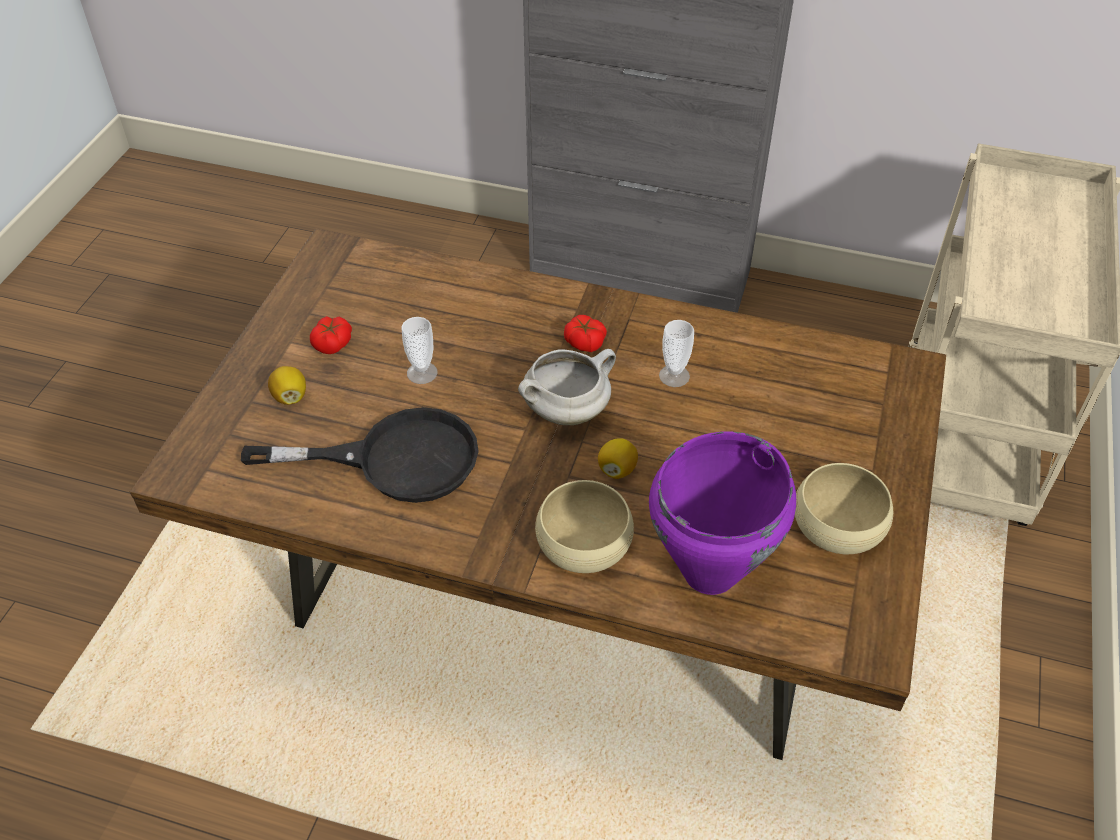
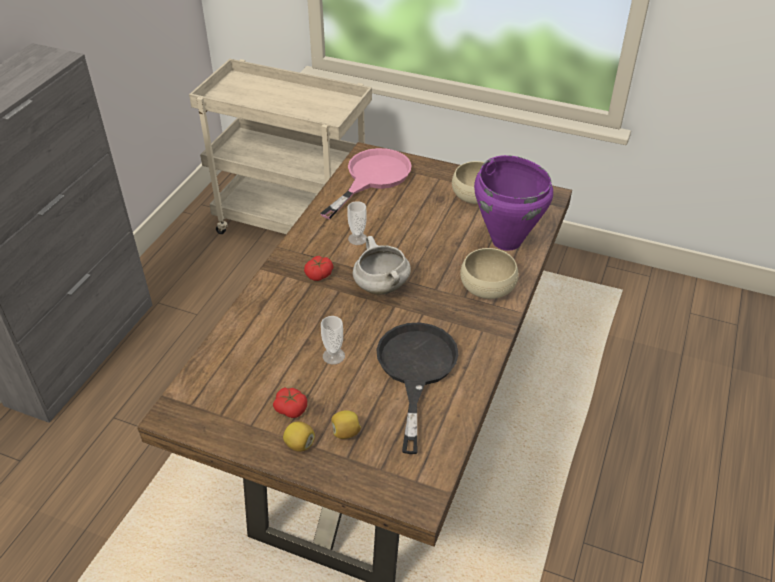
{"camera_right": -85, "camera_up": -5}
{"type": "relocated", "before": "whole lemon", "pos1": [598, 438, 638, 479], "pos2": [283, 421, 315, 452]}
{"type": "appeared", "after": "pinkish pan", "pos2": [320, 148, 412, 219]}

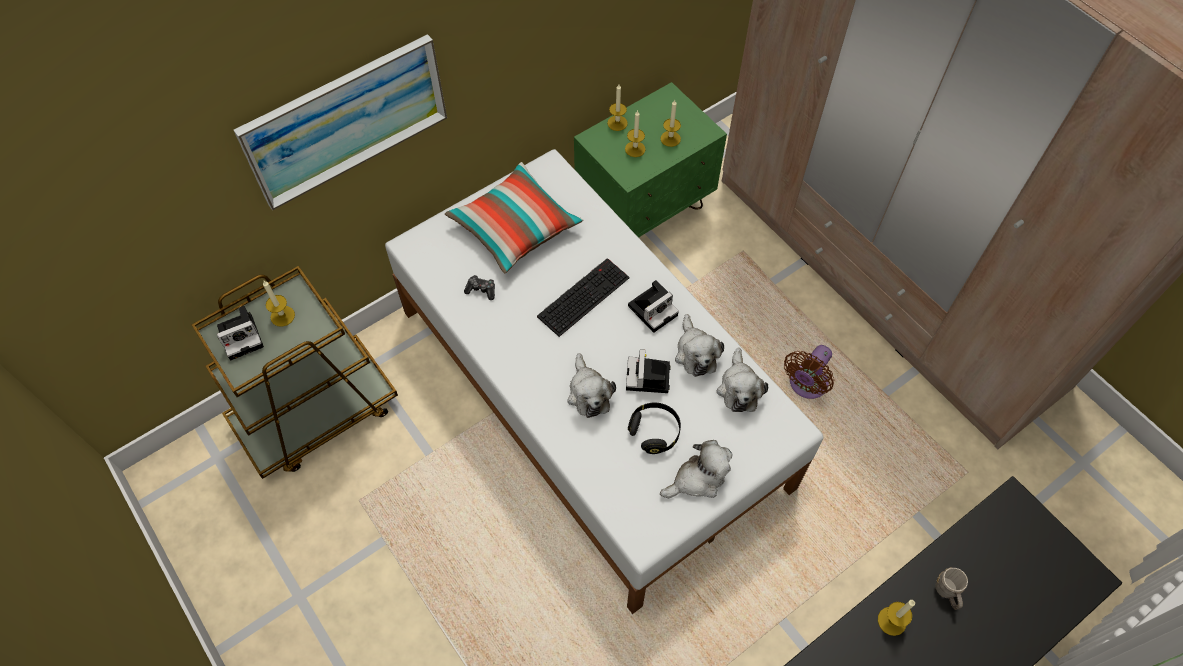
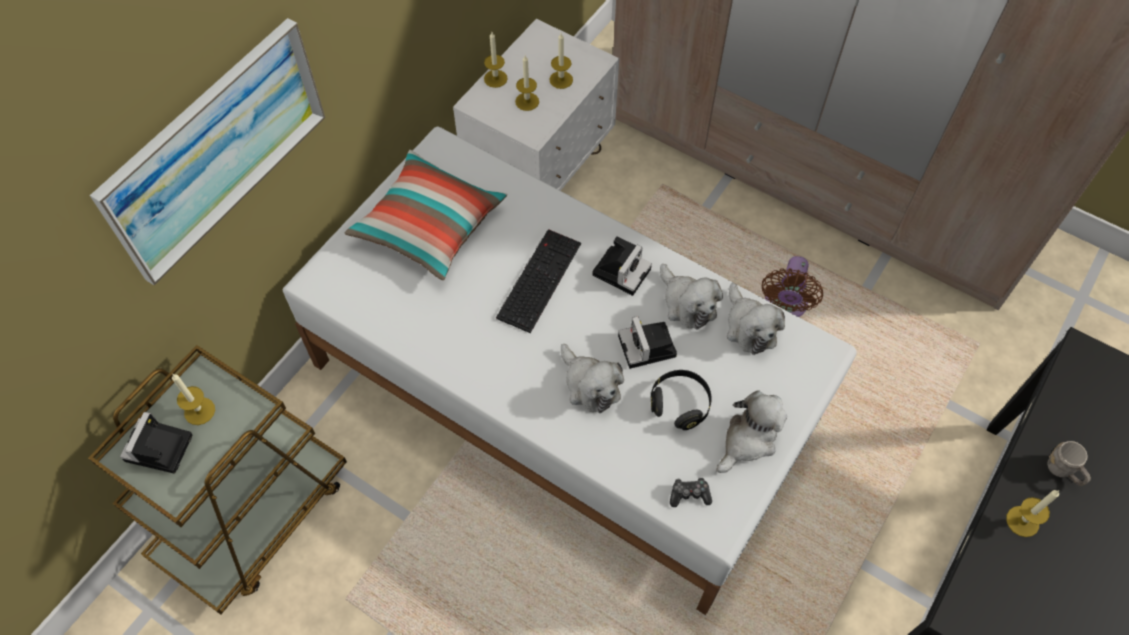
{"camera_right": -20, "camera_up": 0}
{"type": "colour", "before": "green night table", "after": "whitish night table", "pos1": [574, 82, 727, 238], "pos2": [453, 19, 619, 191]}
{"type": "relocated", "before": "joypad", "pos1": [464, 275, 495, 300], "pos2": [670, 477, 712, 507]}
{"type": "spun", "before": "still camera", "pos1": [217, 306, 264, 360], "pos2": [120, 412, 193, 474], "turn": 150}

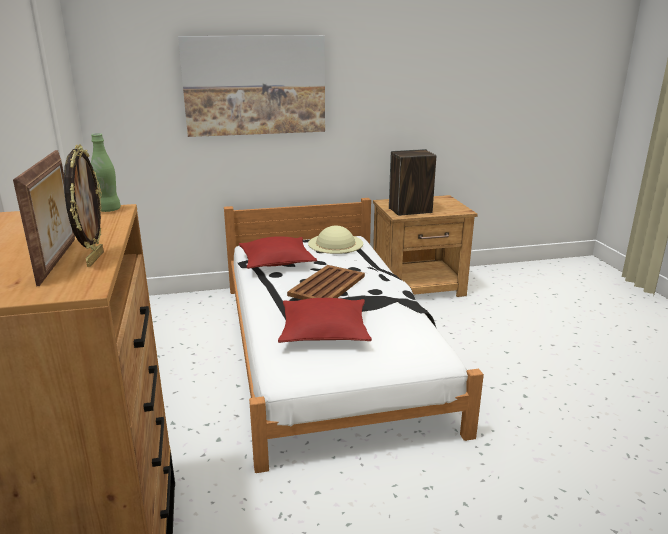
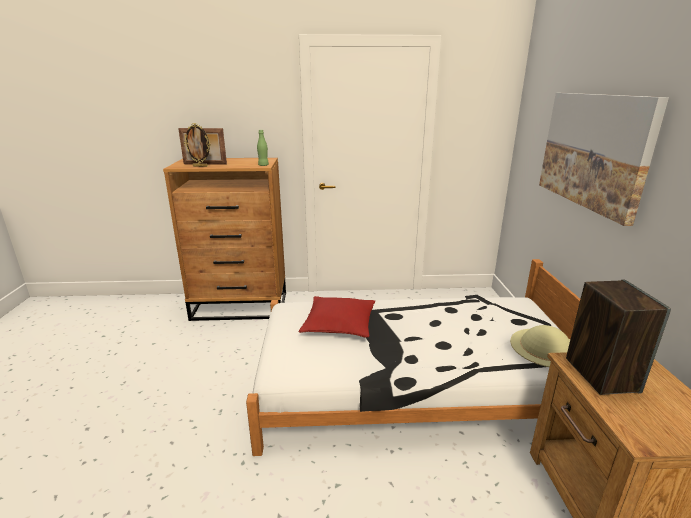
{"camera_right": 100, "camera_up": 0}
{"type": "missing", "before": "red throw pillow", "pos1": [239, 236, 317, 269]}
{"type": "missing", "before": "brown-coloured tray", "pos1": [287, 265, 365, 300]}

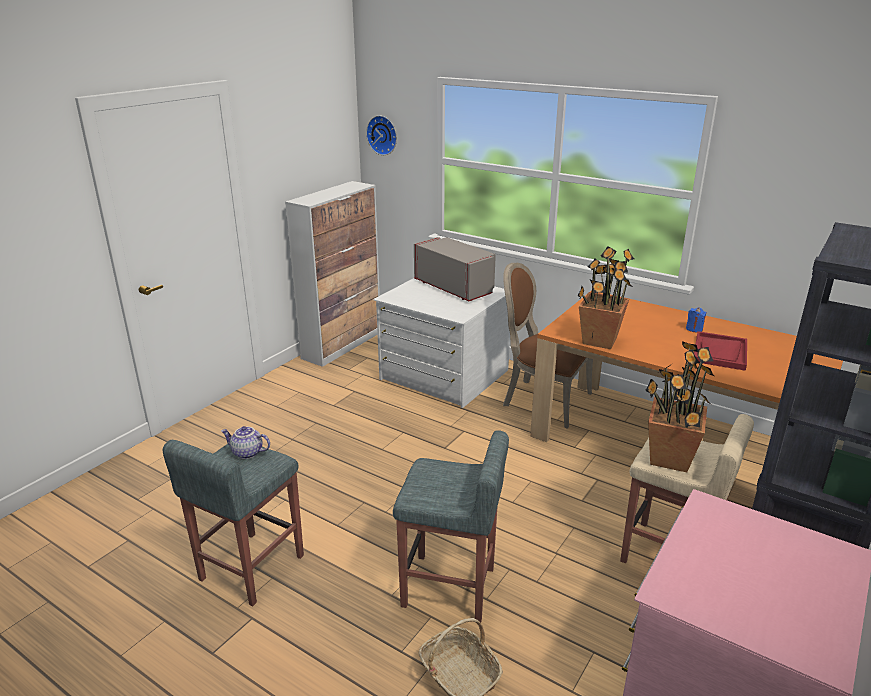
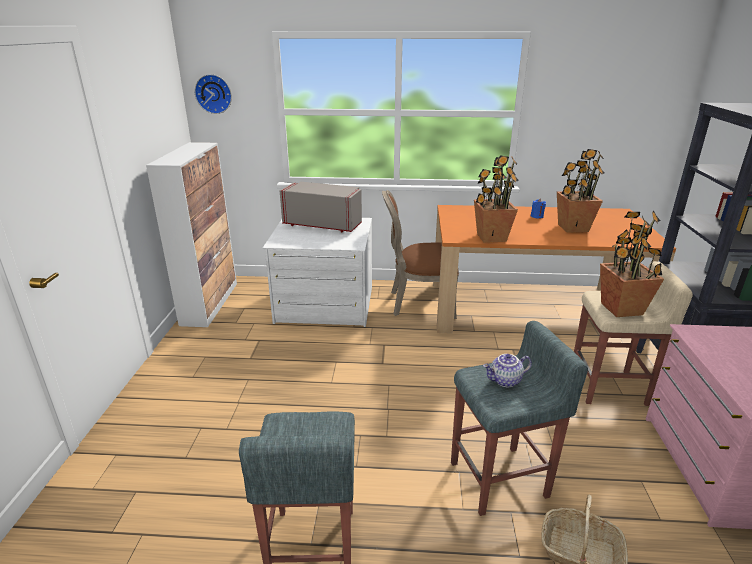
{"camera_right": -30, "camera_up": 0}
{"type": "exchanged", "before": "red tray", "after": "potted plant", "pos1": [694, 331, 747, 371], "pos2": [557, 149, 604, 233]}
{"type": "relocated", "before": "pot for tea", "pos1": [221, 426, 270, 459], "pos2": [483, 354, 532, 387]}

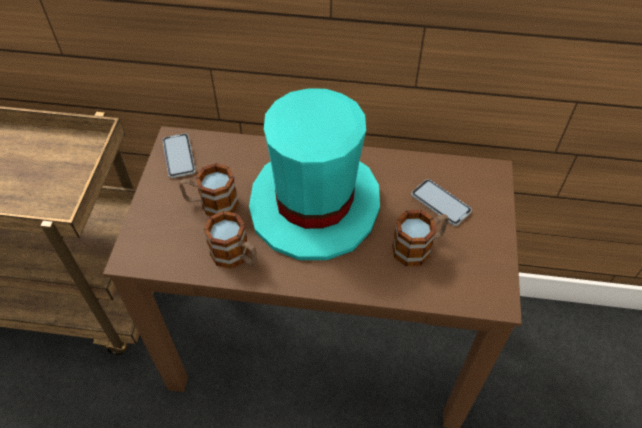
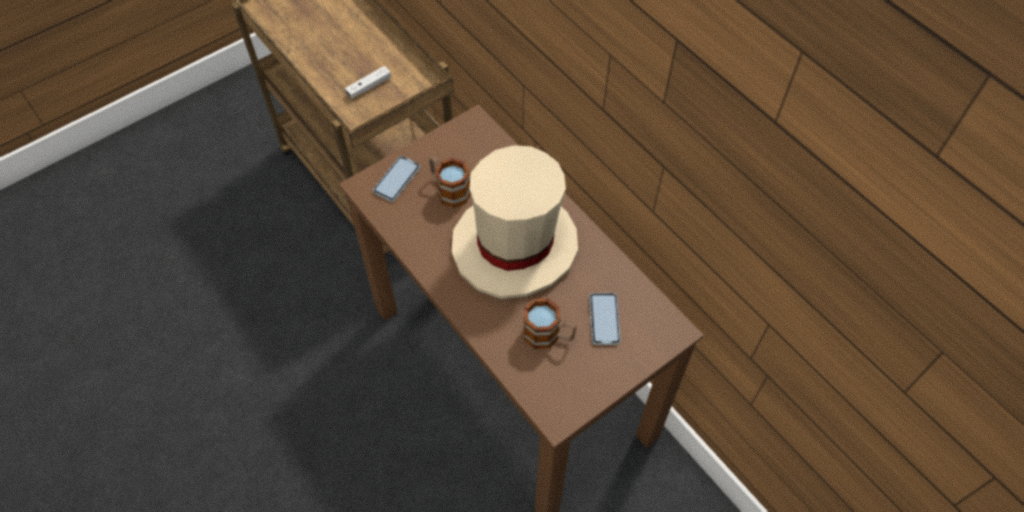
{"camera_right": 45, "camera_up": 5}
{"type": "colour", "before": "turquoise-coloured clothing hat", "after": "sand-coloured clothing hat", "pos1": [249, 88, 380, 260], "pos2": [452, 145, 578, 300]}
{"type": "relocated", "before": "telephone", "pos1": [162, 133, 196, 178], "pos2": [373, 156, 420, 202]}
{"type": "missing", "before": "mug", "pos1": [204, 211, 257, 269]}
{"type": "appeared", "after": "whitish joypad", "pos2": [345, 66, 391, 98]}

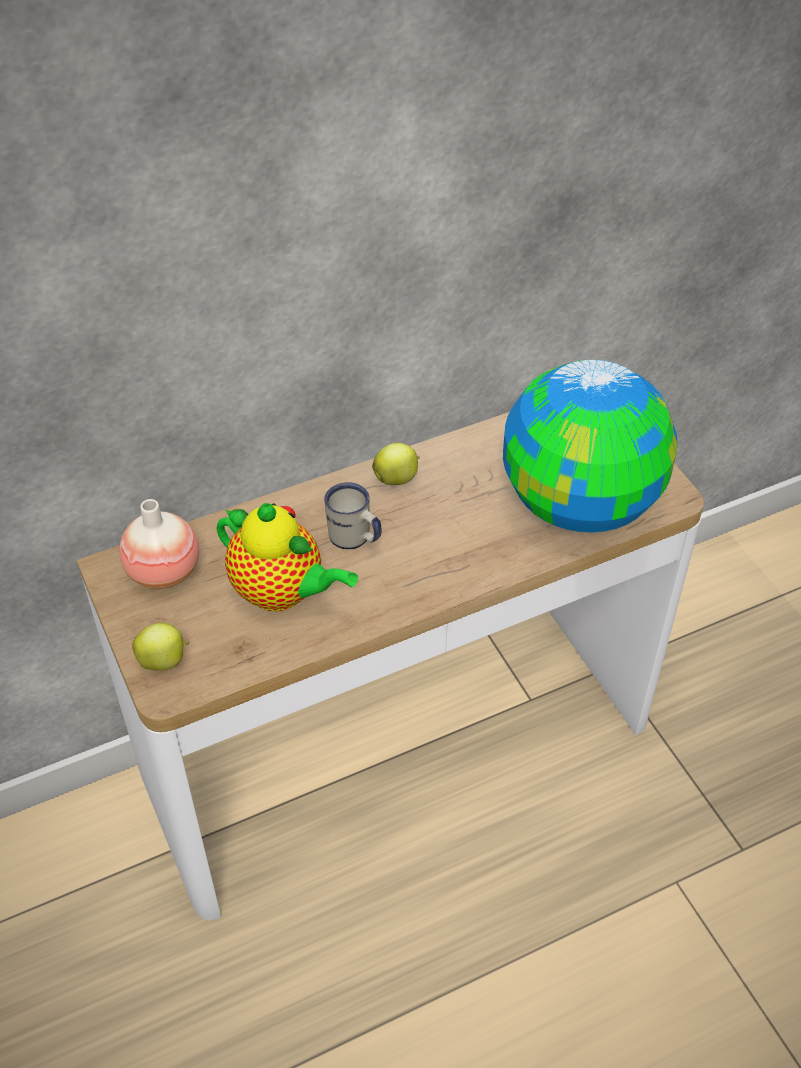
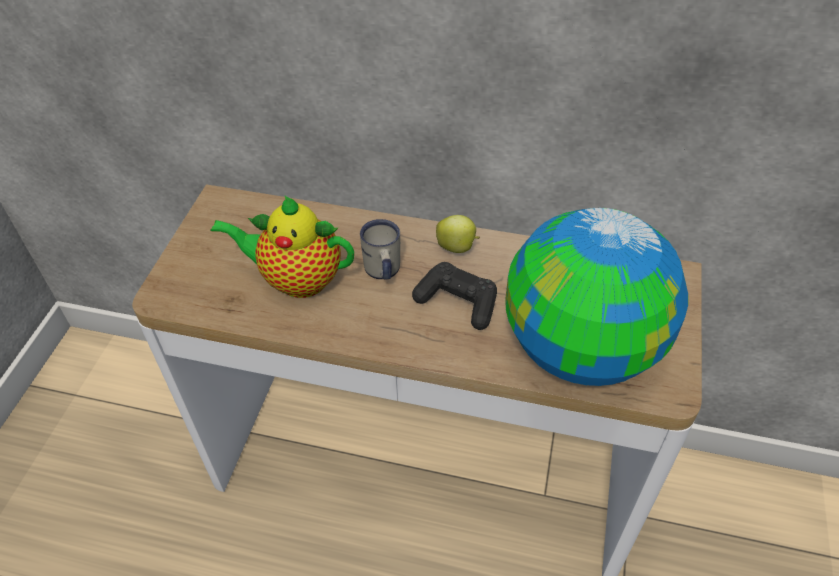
{"camera_right": 40, "camera_up": 0}
{"type": "missing", "before": "flower vase", "pos1": [119, 499, 199, 589]}
{"type": "spun", "before": "pot for tea", "pos1": [216, 503, 358, 611], "pos2": [211, 195, 354, 298], "turn": 120}
{"type": "missing", "before": "apple", "pos1": [132, 623, 189, 671]}
{"type": "appeared", "after": "blackish joypad", "pos2": [412, 262, 497, 330]}

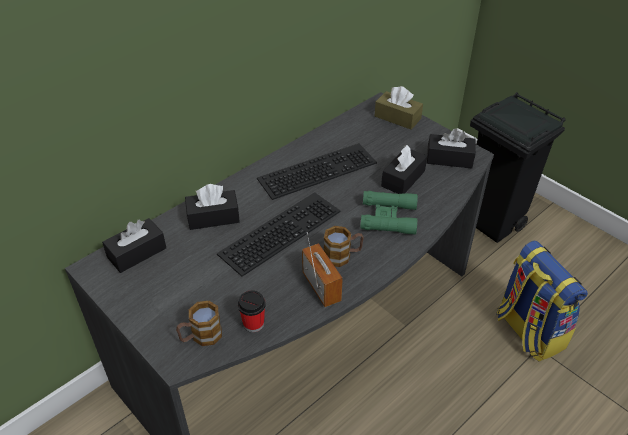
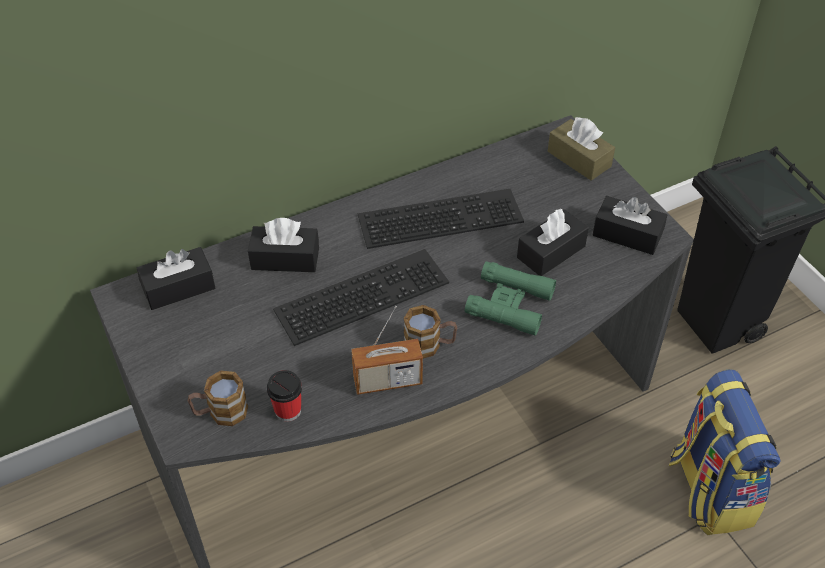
{"camera_right": 15, "camera_up": 5}
{"type": "spun", "before": "radio set", "pos1": [302, 232, 343, 307], "pos2": [351, 306, 423, 395], "turn": 90}

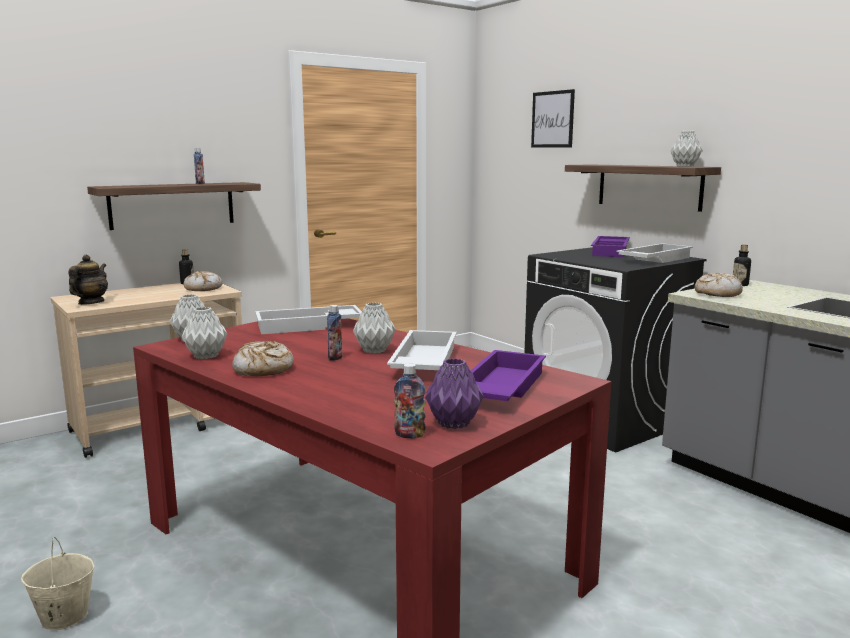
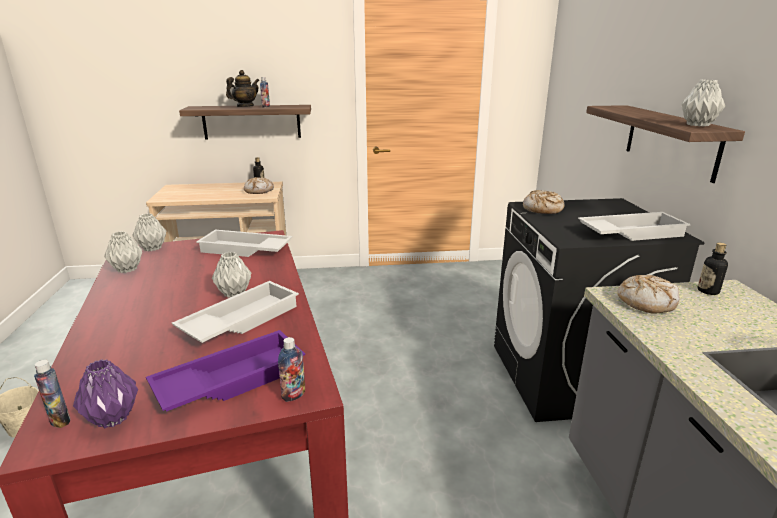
{"camera_right": 30, "camera_up": 10}
{"type": "missing", "before": "wall art", "pos1": [531, 89, 575, 148]}
{"type": "missing", "before": "purple-coloured tray", "pos1": [591, 236, 630, 257]}
{"type": "relocated", "before": "pot for tea", "pos1": [68, 255, 108, 305], "pos2": [226, 70, 259, 107]}
{"type": "relocated", "before": "bottle", "pos1": [327, 305, 342, 361], "pos2": [278, 337, 305, 402]}
{"type": "relocated", "before": "bakery bread", "pos1": [232, 341, 294, 376], "pos2": [523, 190, 565, 214]}

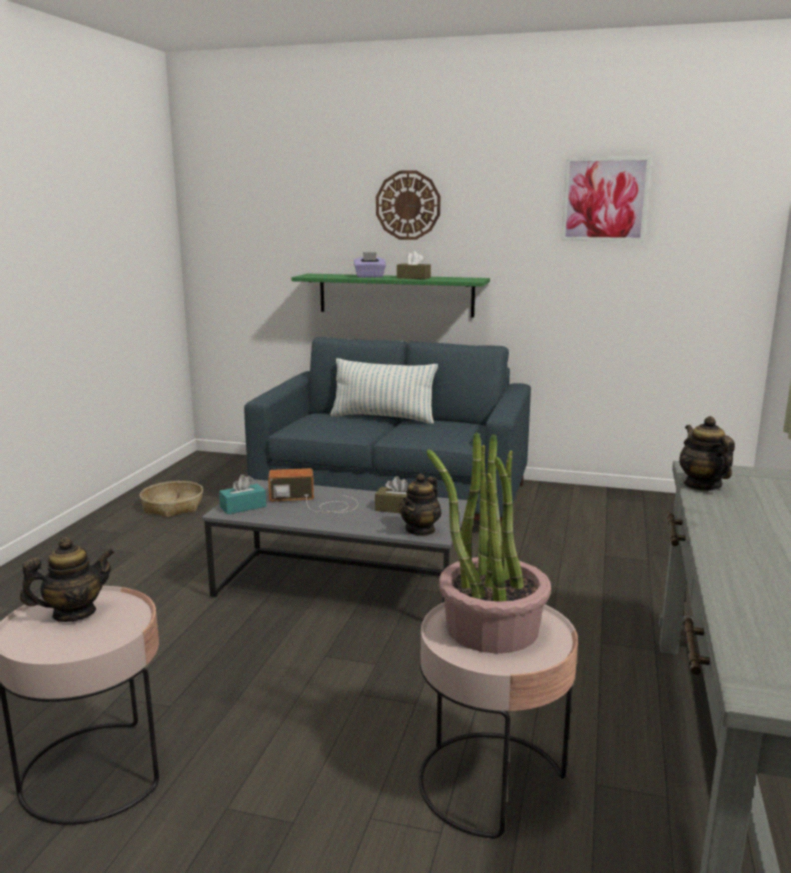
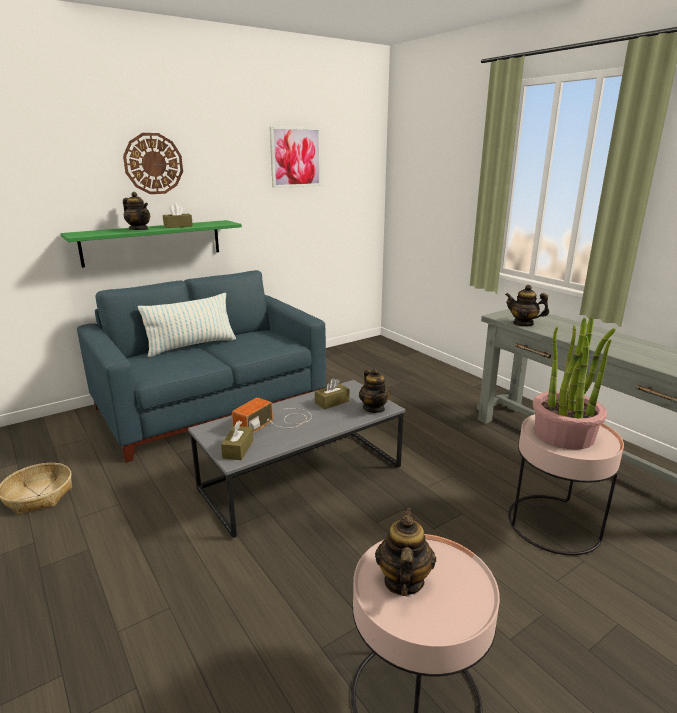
{"camera_right": -50, "camera_up": 5}
{"type": "exchanged", "before": "purple-coloured tissue holder", "after": "pot for tea", "pos1": [354, 252, 386, 278], "pos2": [123, 192, 150, 230]}
{"type": "colour", "before": "turquoise-coloured tissue holder", "after": "brown-coloured tissue holder", "pos1": [219, 474, 266, 515], "pos2": [221, 421, 253, 460]}

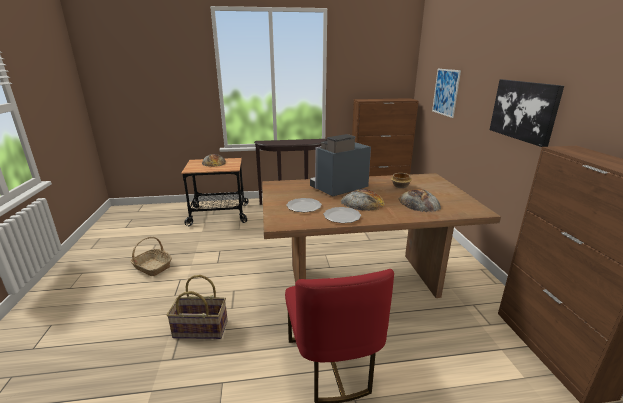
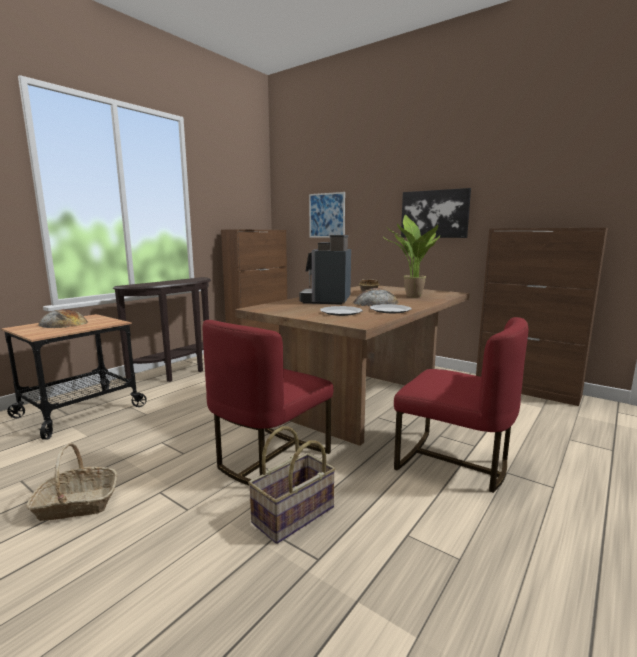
{"camera_right": -45, "camera_up": -10}
{"type": "exchanged", "before": "bakery bread", "after": "potted plant", "pos1": [399, 189, 441, 212], "pos2": [383, 215, 440, 297]}
{"type": "appeared", "after": "red plain chair", "pos2": [203, 320, 333, 486]}

